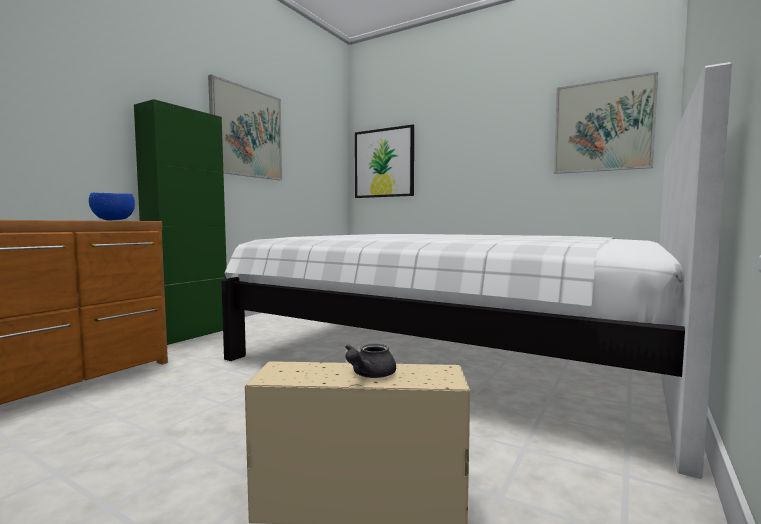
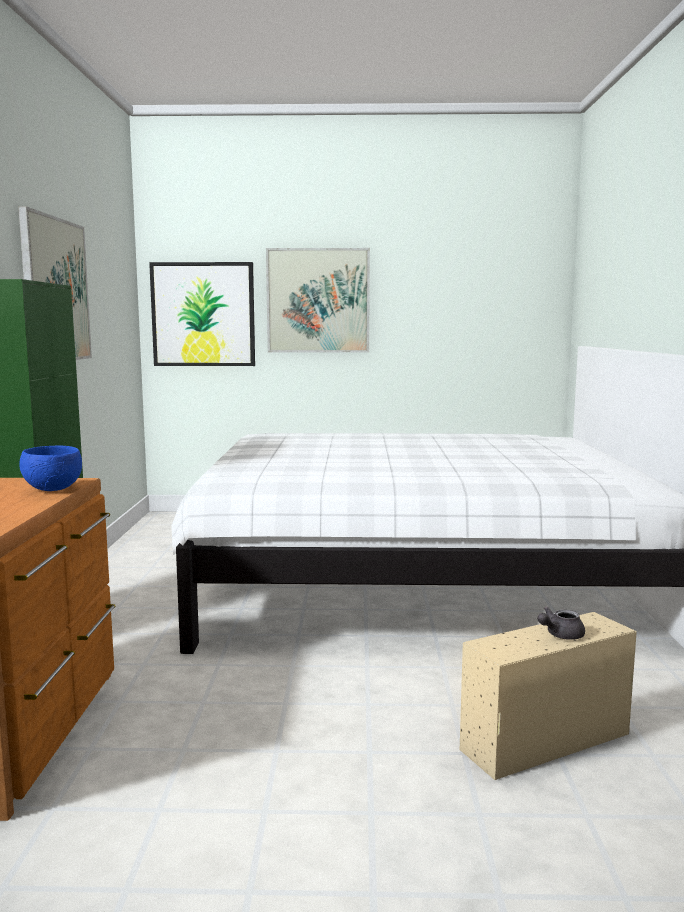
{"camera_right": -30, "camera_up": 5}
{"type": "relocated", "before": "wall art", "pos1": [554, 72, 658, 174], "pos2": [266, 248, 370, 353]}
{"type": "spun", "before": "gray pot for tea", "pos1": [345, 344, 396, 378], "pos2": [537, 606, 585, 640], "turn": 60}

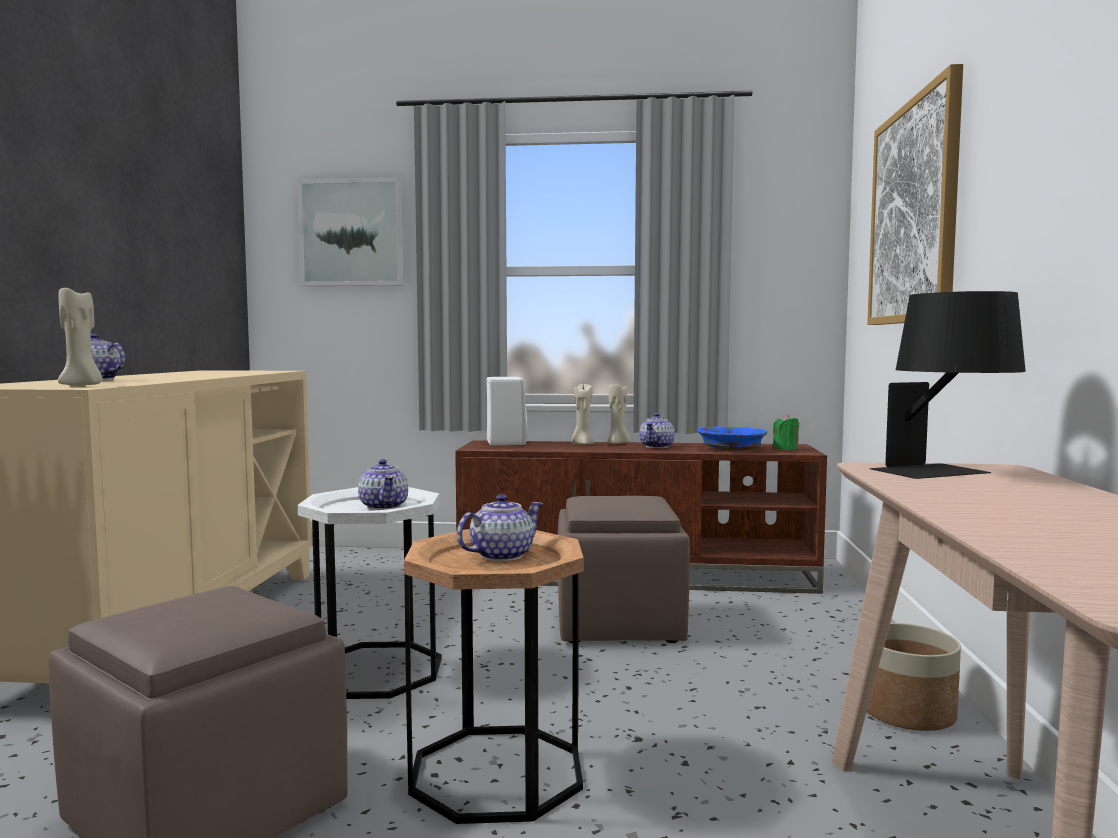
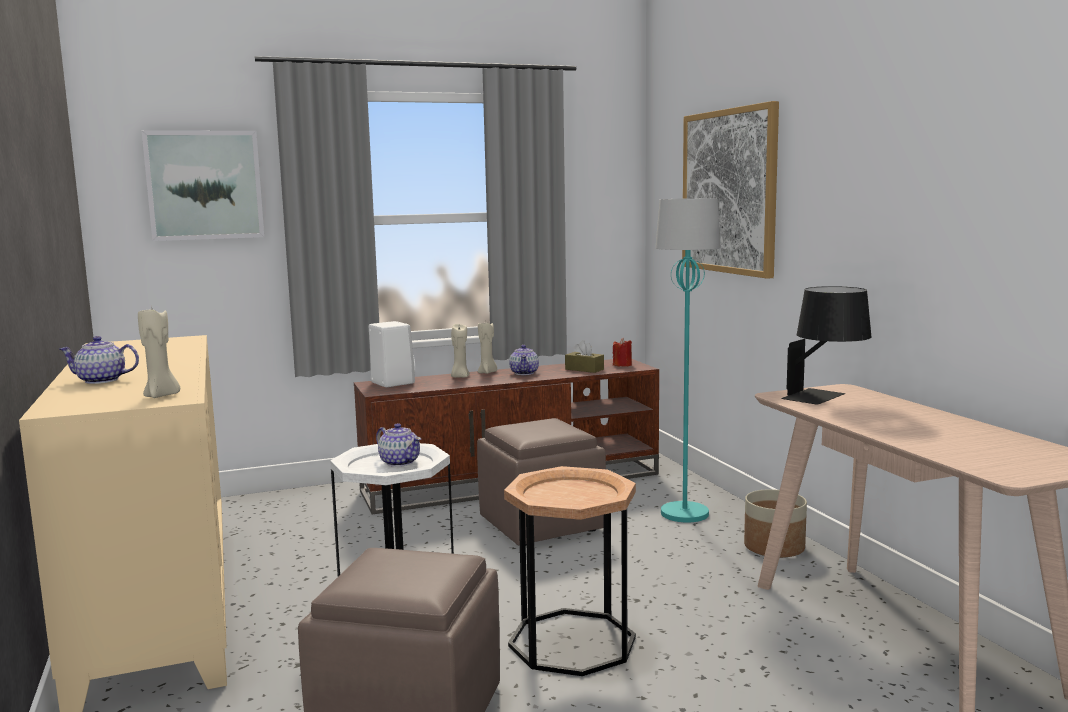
{"camera_right": -25, "camera_up": 5}
{"type": "colour", "before": "green wax candle", "after": "red wax candle", "pos1": [773, 415, 799, 450], "pos2": [613, 338, 632, 367]}
{"type": "exchanged", "before": "bluish bowl", "after": "brown-coloured tissue holder", "pos1": [697, 427, 767, 451], "pos2": [565, 340, 604, 373]}
{"type": "missing", "before": "pot for tea", "pos1": [457, 494, 543, 561]}
{"type": "appeared", "after": "turquoise-coloured floor lamp", "pos2": [655, 198, 721, 523]}

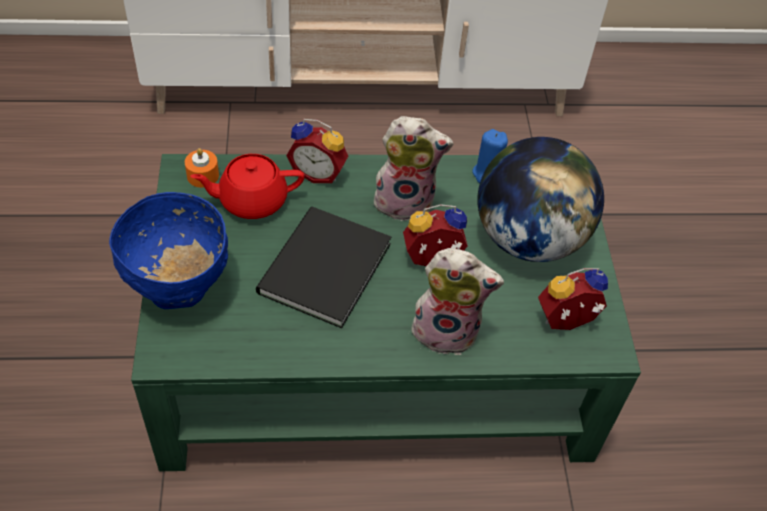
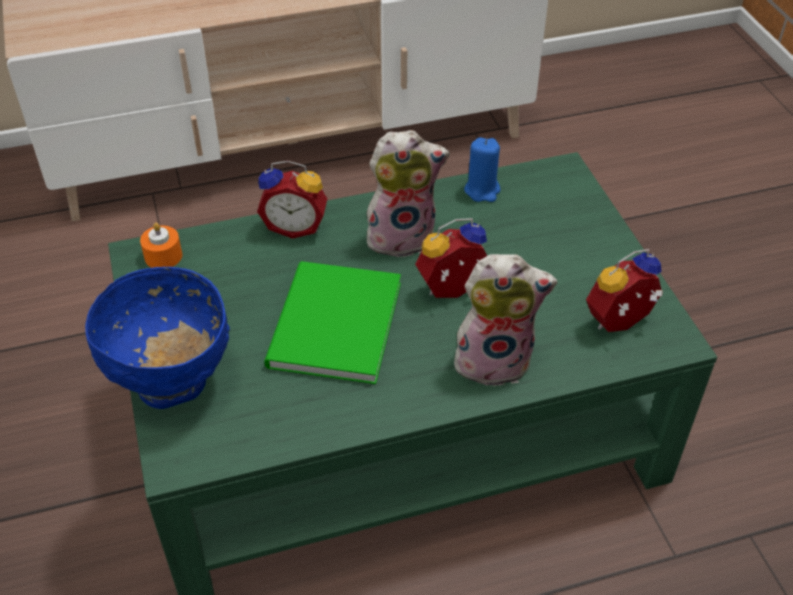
{"camera_right": -10, "camera_up": -5}
{"type": "missing", "before": "globe", "pos1": [477, 137, 604, 262]}
{"type": "missing", "before": "red pot for tea", "pos1": [190, 154, 304, 219]}
{"type": "colour", "before": "blackish volume", "after": "green volume", "pos1": [256, 207, 391, 328], "pos2": [264, 261, 401, 384]}

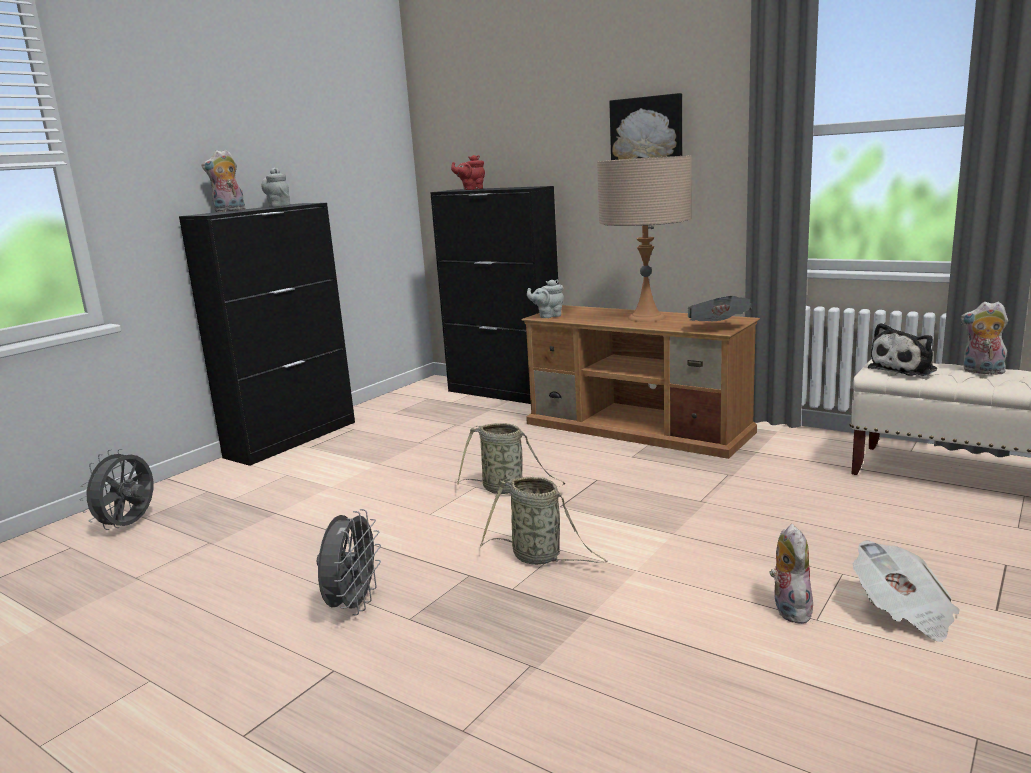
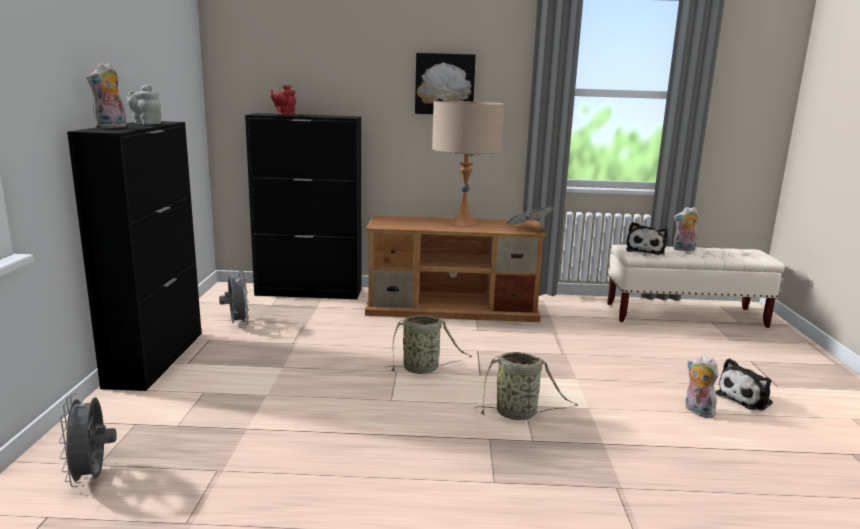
{"camera_right": -35, "camera_up": 0}
{"type": "missing", "before": "gray pot for tea", "pos1": [527, 280, 564, 318]}
{"type": "relocated", "before": "gray electric fan", "pos1": [317, 509, 381, 615], "pos2": [219, 270, 249, 325]}
{"type": "exchanged", "before": "daily paper", "after": "soft toy", "pos1": [852, 540, 960, 642], "pos2": [716, 358, 773, 411]}

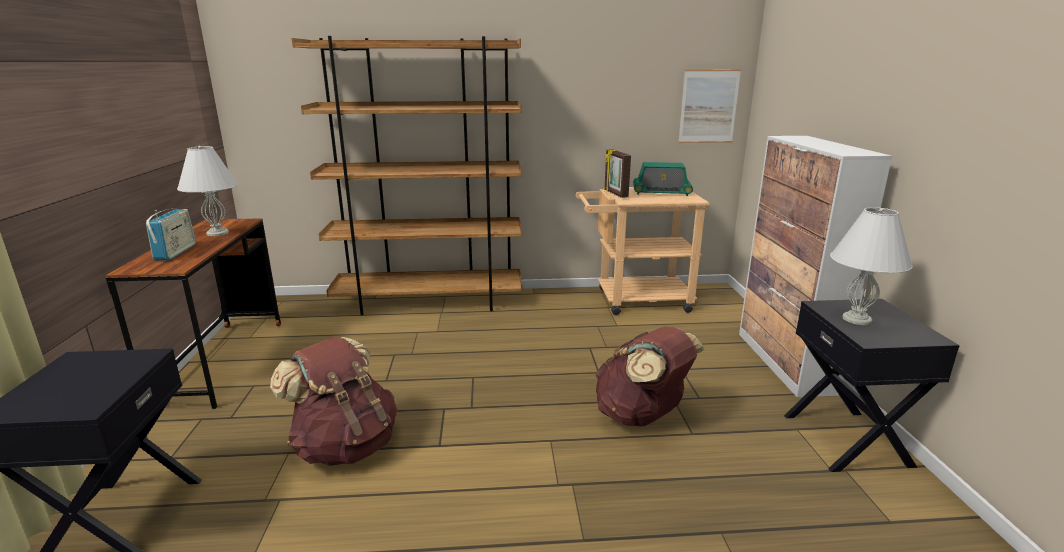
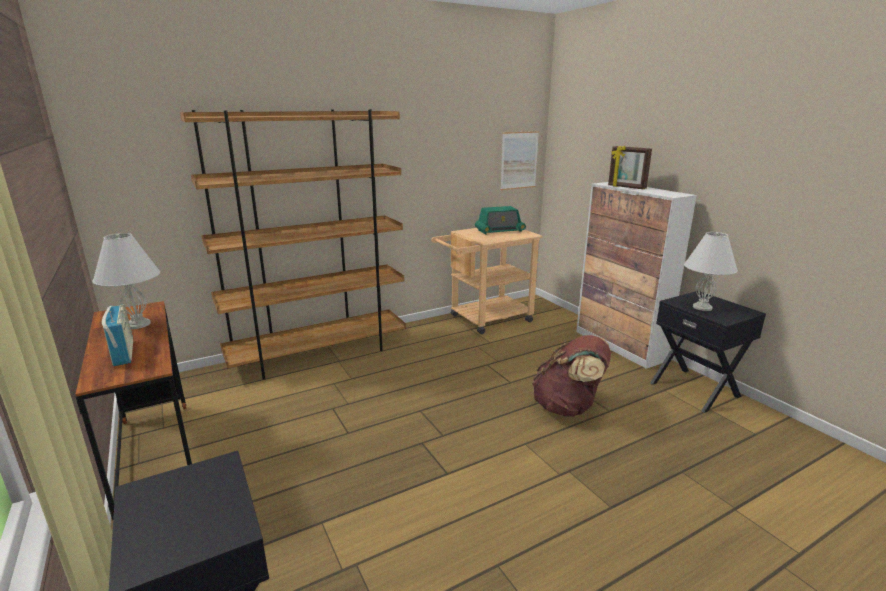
{"camera_right": -25, "camera_up": 0}
{"type": "relocated", "before": "standing frame", "pos1": [605, 149, 631, 198], "pos2": [608, 146, 652, 189]}
{"type": "missing", "before": "brown-coloured knapsack", "pos1": [270, 337, 397, 466]}

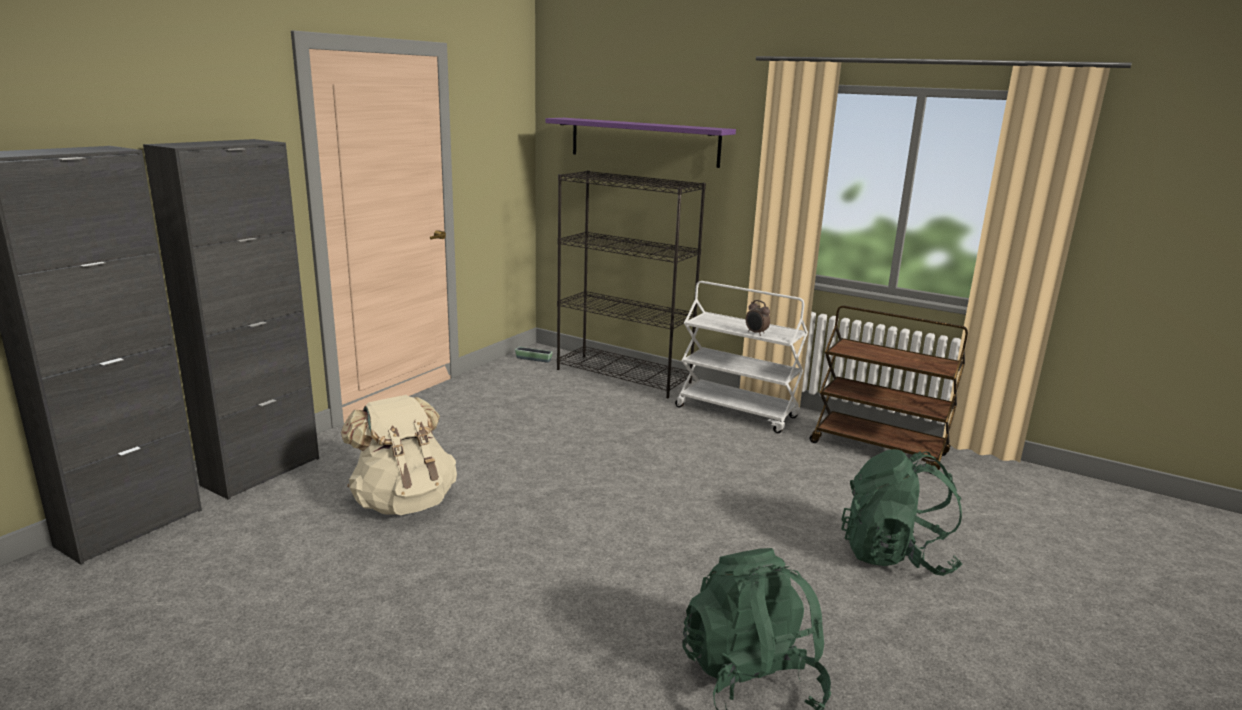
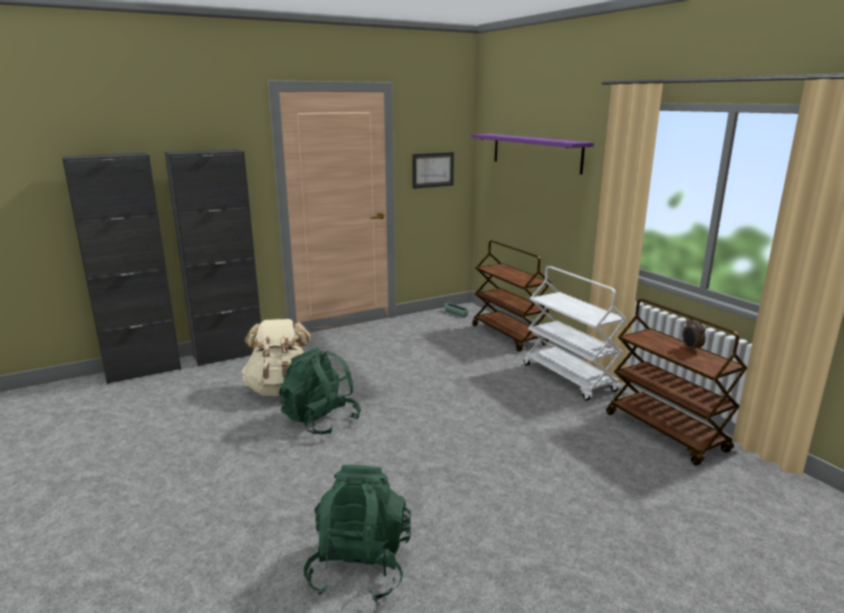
{"camera_right": 30, "camera_up": 0}
{"type": "exchanged", "before": "blackish bookshelf", "after": "brown-coloured trolley", "pos1": [557, 170, 706, 398], "pos2": [472, 240, 551, 352]}
{"type": "relocated", "before": "alarm clock", "pos1": [746, 300, 770, 336], "pos2": [682, 318, 706, 352]}
{"type": "relocated", "before": "green knapsack", "pos1": [841, 449, 962, 576], "pos2": [279, 347, 361, 434]}
{"type": "appeared", "after": "wall art", "pos2": [412, 152, 454, 189]}

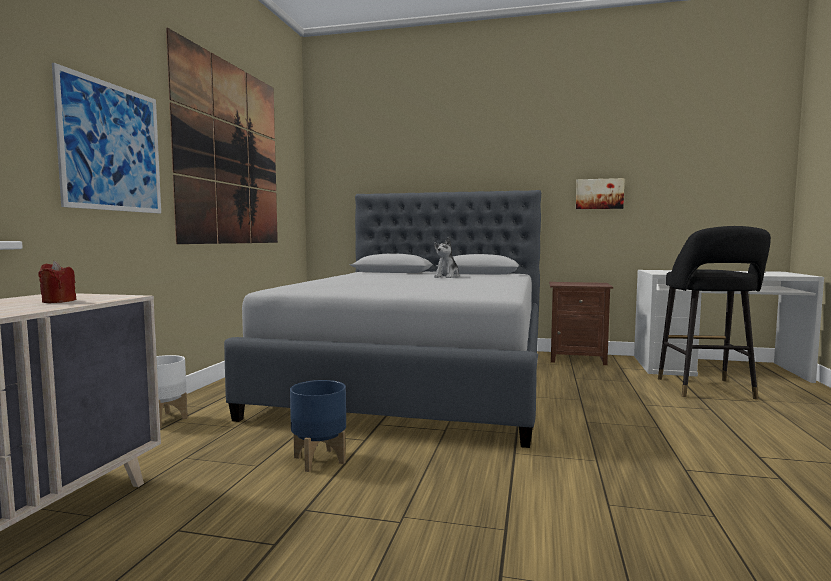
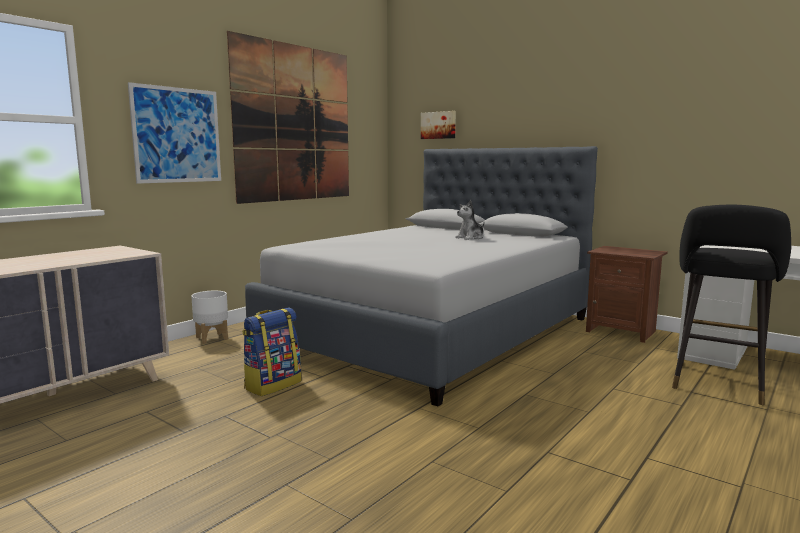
{"camera_right": 25, "camera_up": 5}
{"type": "relocated", "before": "wall art", "pos1": [576, 178, 625, 209], "pos2": [421, 111, 456, 139]}
{"type": "missing", "before": "red wax candle", "pos1": [38, 261, 76, 303]}
{"type": "exchanged", "before": "bluish flower pot", "after": "knapsack", "pos1": [290, 380, 346, 472], "pos2": [242, 308, 301, 396]}

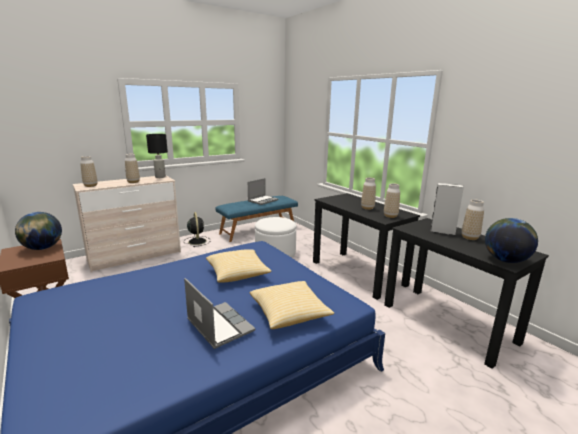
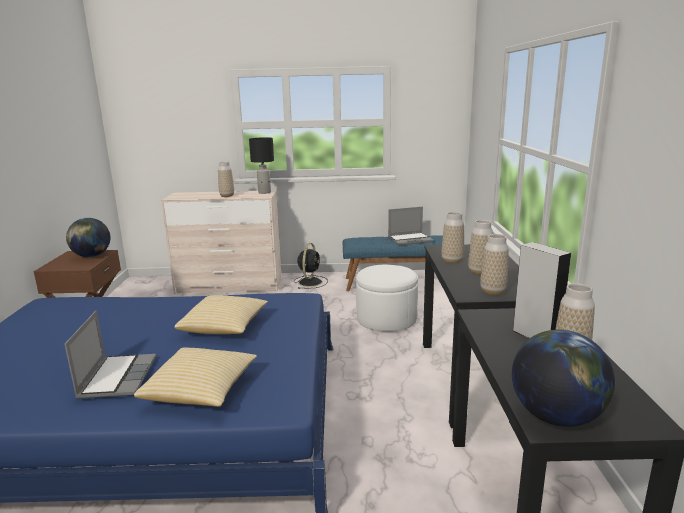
{"camera_right": 35, "camera_up": 0}
{"type": "relocated", "before": "flower vase", "pos1": [80, 156, 98, 187], "pos2": [442, 212, 464, 264]}

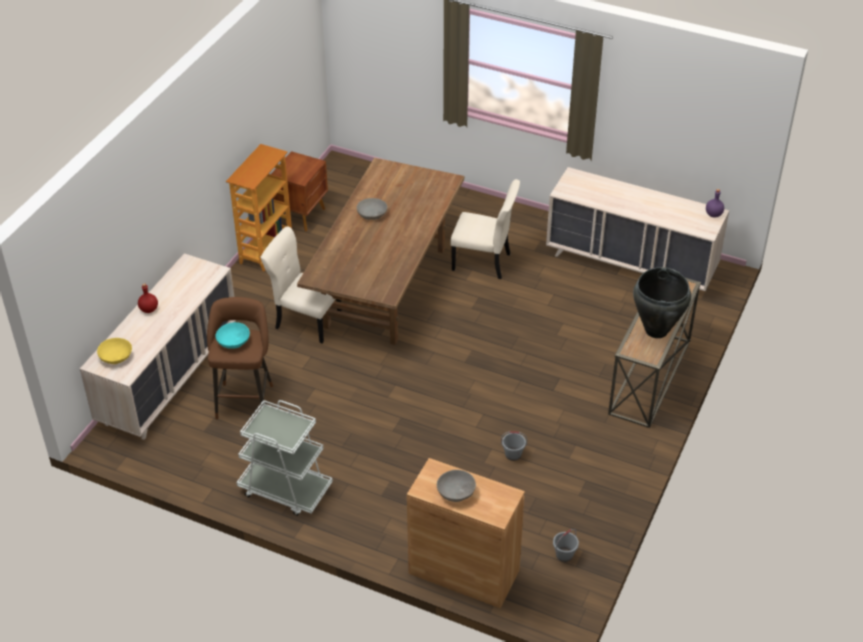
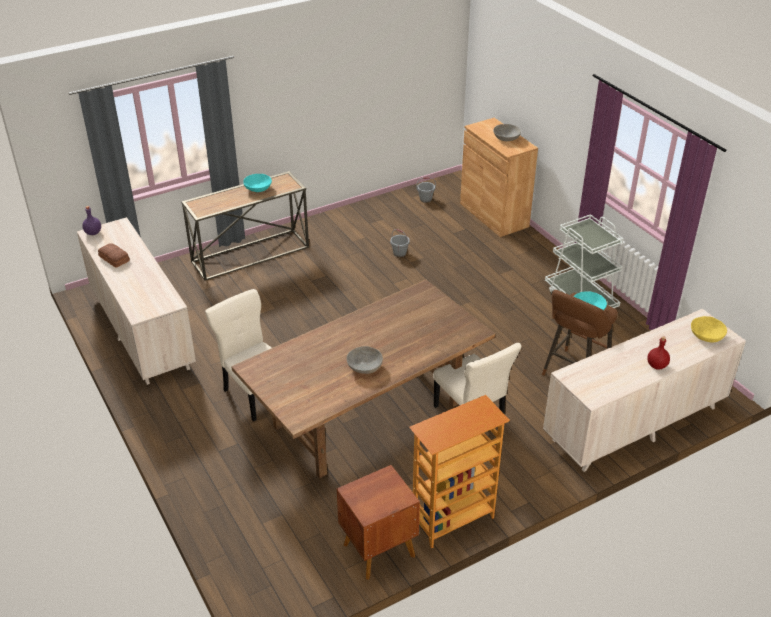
{"camera_right": -145, "camera_up": -5}
{"type": "exchanged", "before": "blackish flower vase", "after": "turquoise-coloured bowl", "pos1": [633, 267, 691, 338], "pos2": [243, 174, 272, 192]}
{"type": "appeared", "after": "bakery bread", "pos2": [98, 243, 130, 268]}

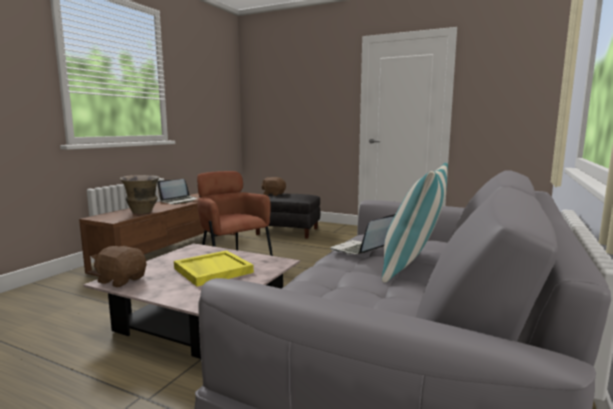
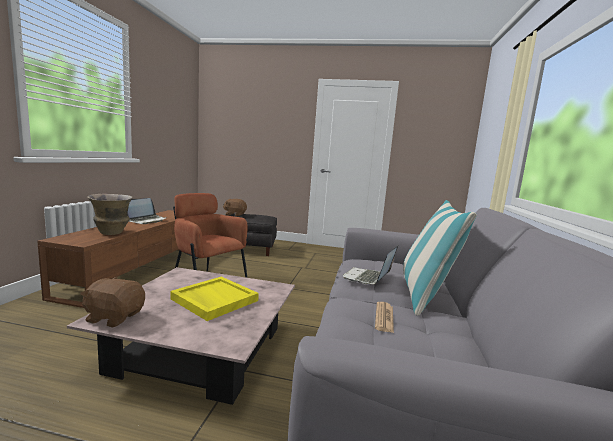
{"camera_right": -15, "camera_up": 0}
{"type": "appeared", "after": "daily paper", "pos2": [375, 302, 394, 333]}

